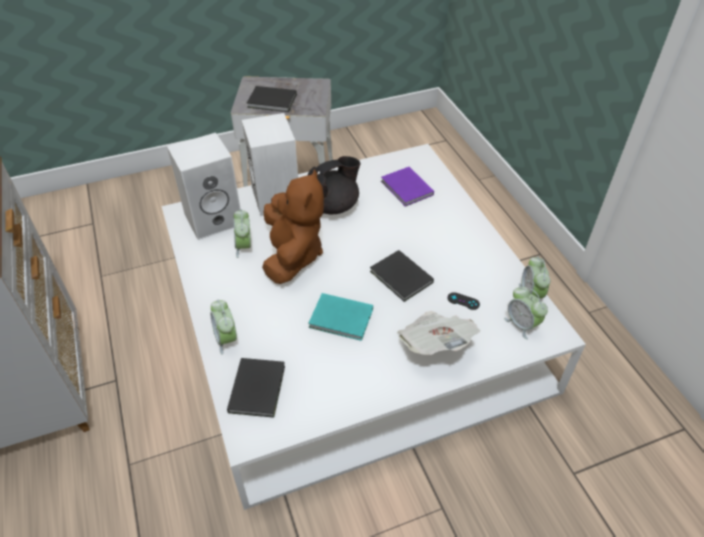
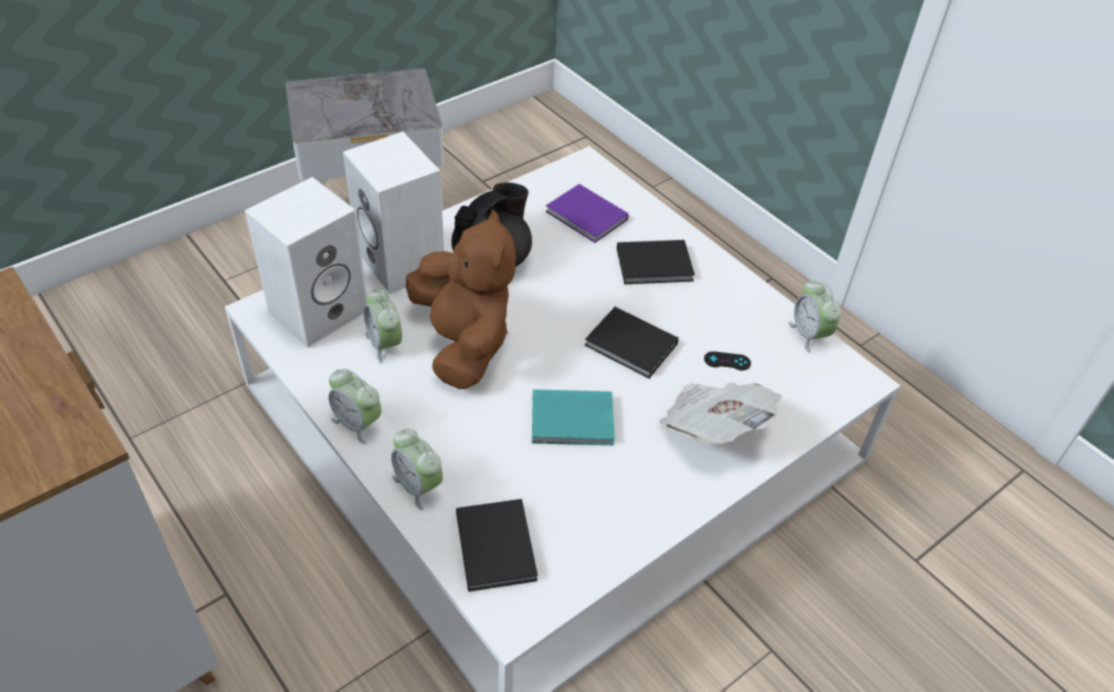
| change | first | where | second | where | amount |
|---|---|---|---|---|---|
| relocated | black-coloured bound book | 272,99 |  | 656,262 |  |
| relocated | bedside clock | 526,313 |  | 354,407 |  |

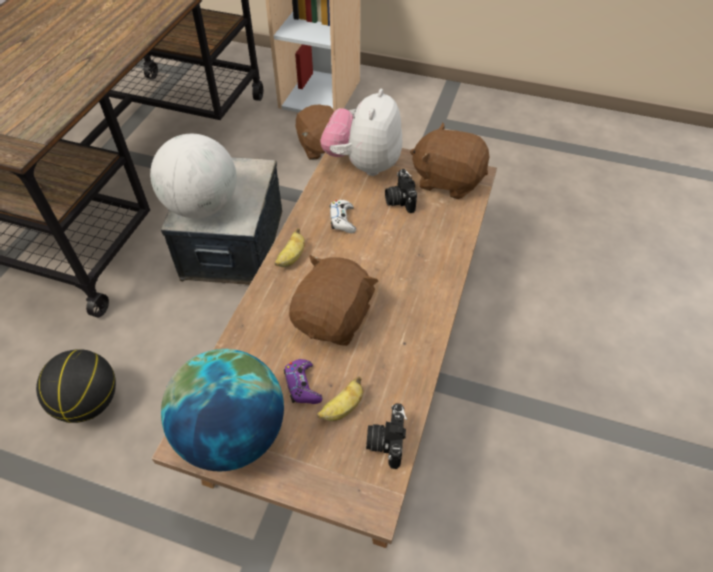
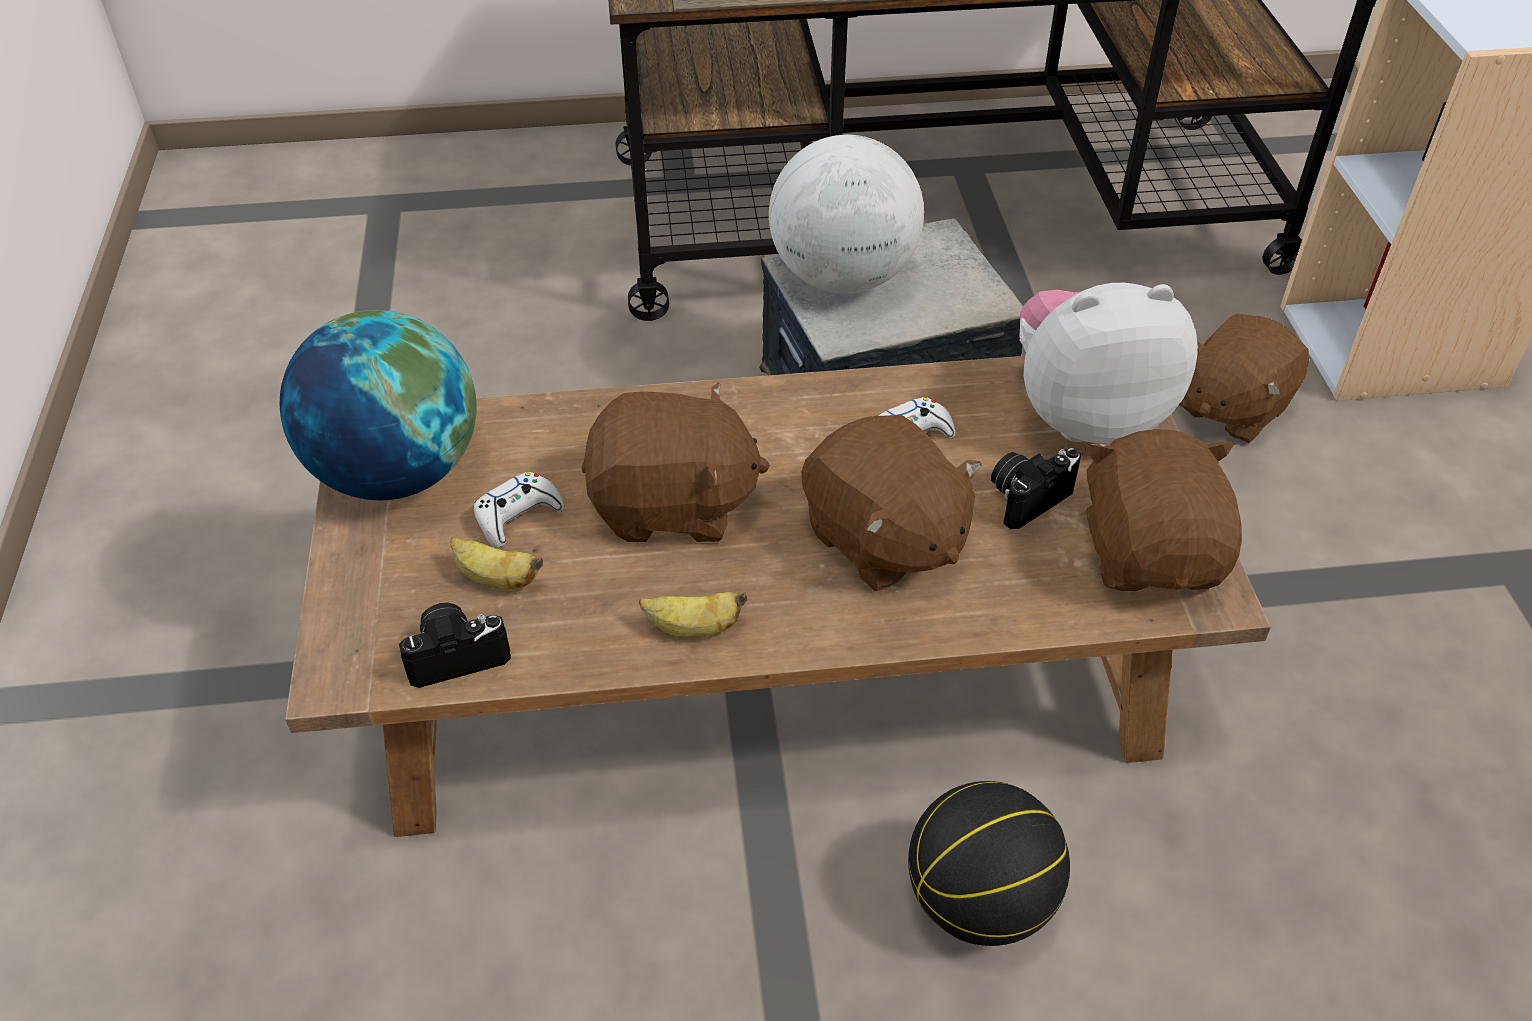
| change | first | where | second | where | amount |
|---|---|---|---|---|---|
| relocated | basketball ball | 76,386 |  | 989,863 |  |
| relocated | banana fruit | 289,247 |  | 693,614 |  |
| colour | purplish joypad | 303,381 | white-coloured joypad | 519,510 |  |
| appeared |  |  | brown-coloured cuddly toy | 891,503 |  |

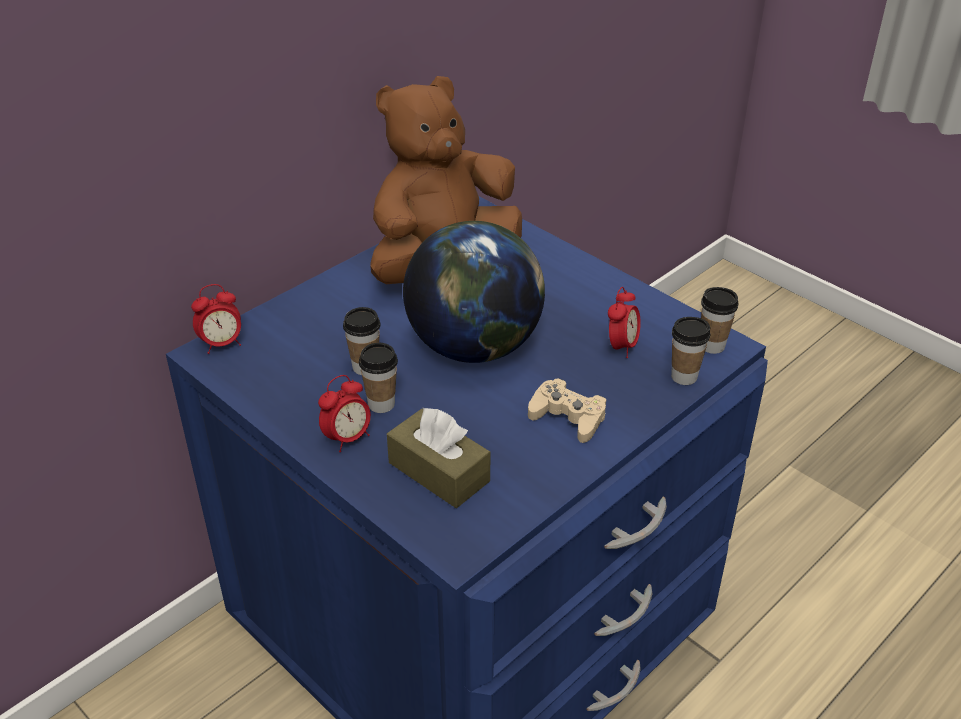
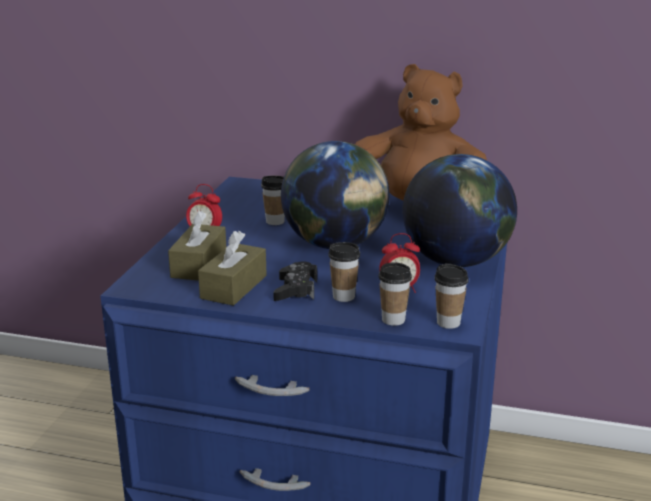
| change | first | where | second | where | amount |
|---|---|---|---|---|---|
| missing | bedside clock | 216,319 |  |  |  |
| relocated | cup | 378,378 |  | 344,272 |  |
| colour | beige joypad | 567,410 | black-coloured joypad | 295,281 |  |
| appeared |  |  | brown-coloured tissue box | 232,268 |  |
| appeared |  |  | globe | 459,210 |  |

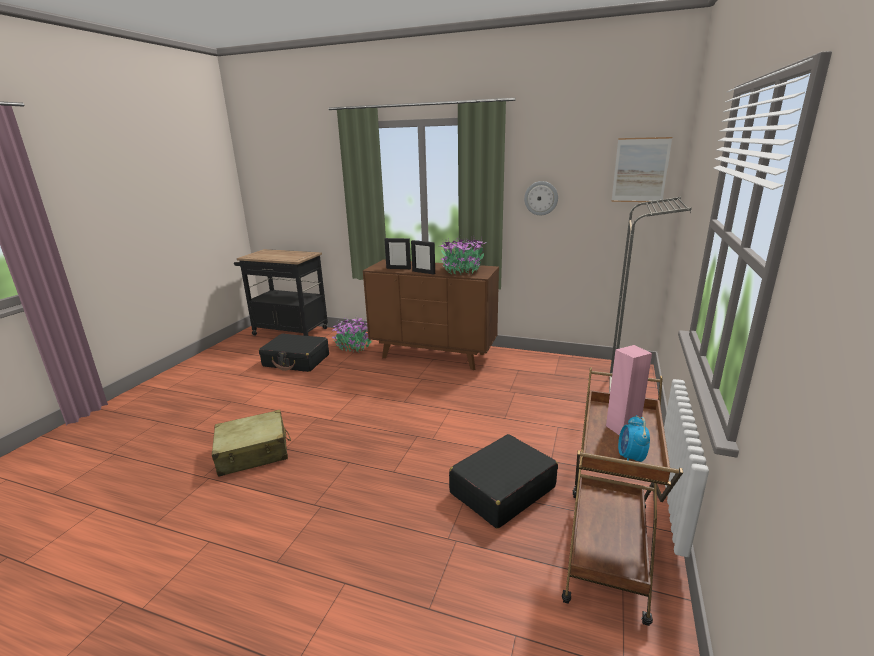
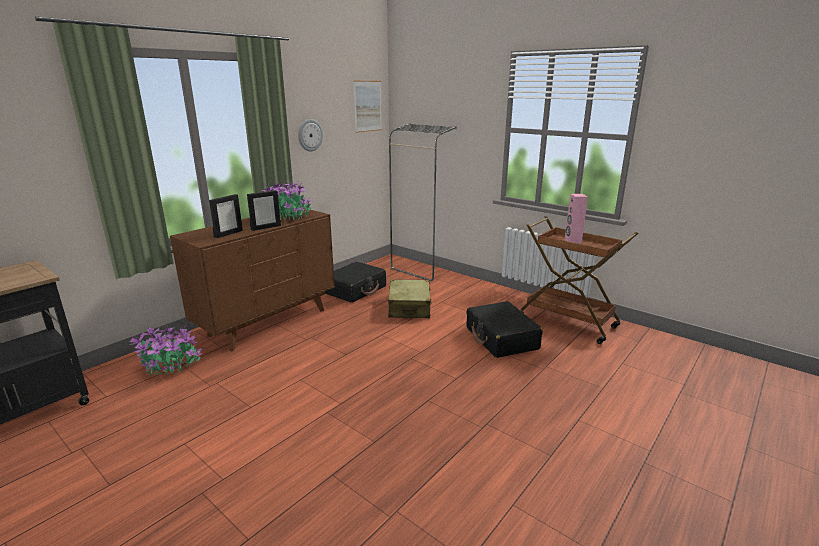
| change | first | where | second | where | amount |
|---|---|---|---|---|---|
| relocated | beige piece of luggage | 251,443 |  | 410,298 |  |
| relocated | black-coloured piece of luggage | 294,352 |  | 355,282 |  |
| missing | bedside clock | 634,438 |  |  |  |

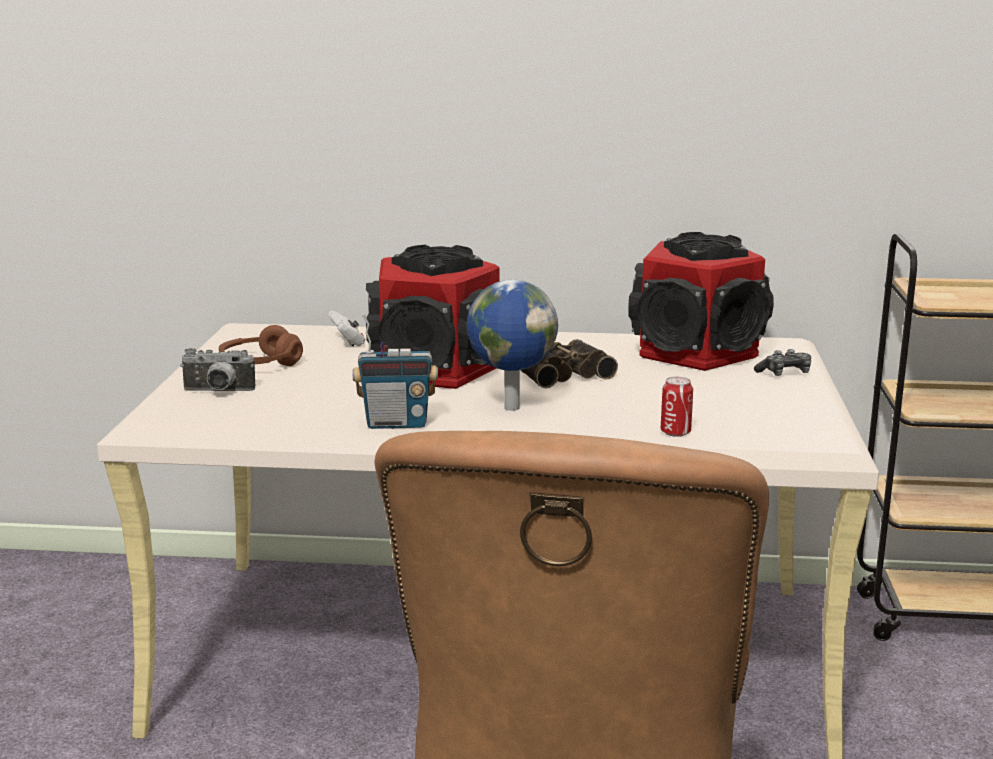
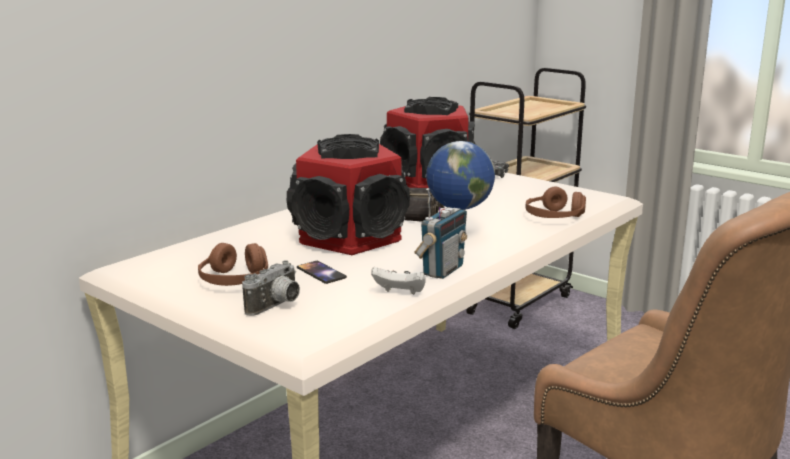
| change | first | where | second | where | amount |
|---|---|---|---|---|---|
| relocated | white-coloured joypad | 346,328 |  | 398,280 |  |
| exchanged | sealed can | 677,406 | brown-coloured headset | 556,202 |  |
| appeared |  |  | phone | 322,272 |  |

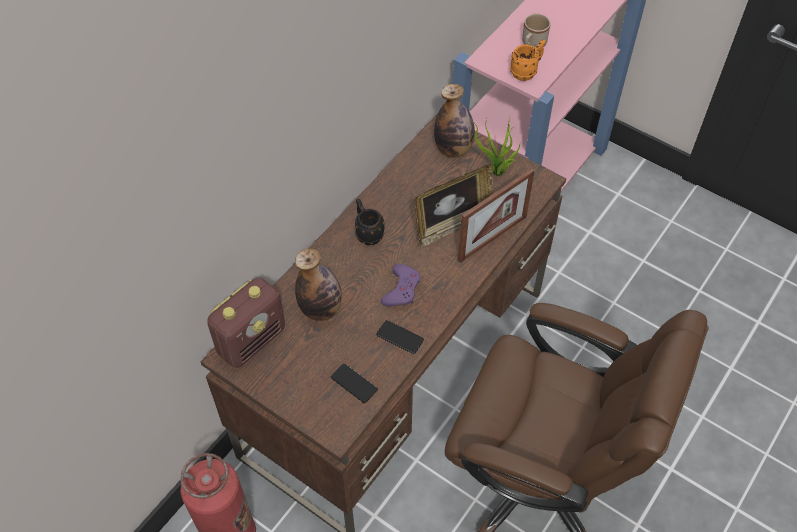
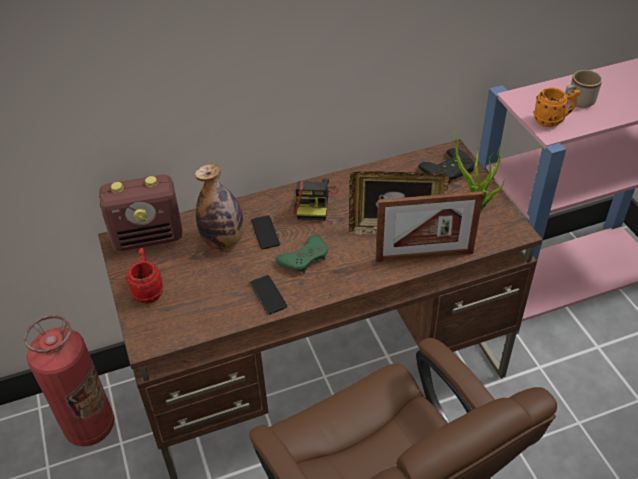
| change | first | where | second | where | amount |
|---|---|---|---|---|---|
| relocated | phone | 354,383 |  | 265,232 |  |
| exchanged | black-coloured mug | 370,222 | still camera | 316,199 |  |
| colour | purplish joypad | 400,285 | green-coloured joypad | 302,254 |  |
| exchanged | bottle | 454,120 | black-coloured joypad | 446,166 |  |
| appeared |  |  | reddish mug | 144,276 |  |

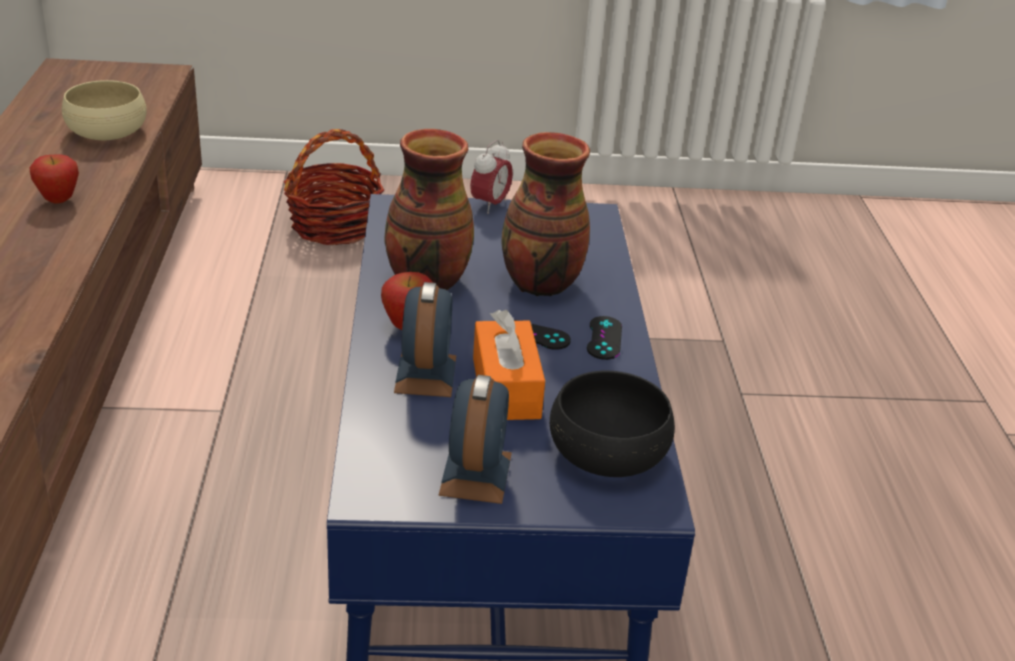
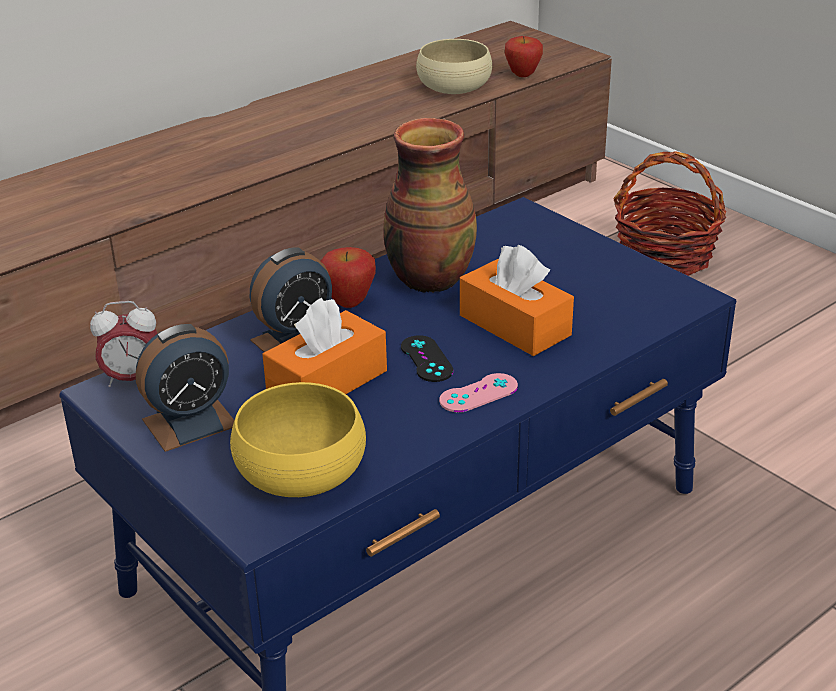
| change | first | where | second | where | amount |
|---|---|---|---|---|---|
| relocated | apple fruit | 54,179 |  | 524,56 |  |
| relocated | bedside clock | 491,177 |  | 123,344 |  |
| exchanged | flower vase | 545,214 | orange-coloured tissue box | 517,300 |  |
| colour | black-coloured bowl | 612,424 | yellowish bowl | 298,439 |  |
| colour | black-coloured joypad | 604,338 | pink joypad | 478,393 |  |

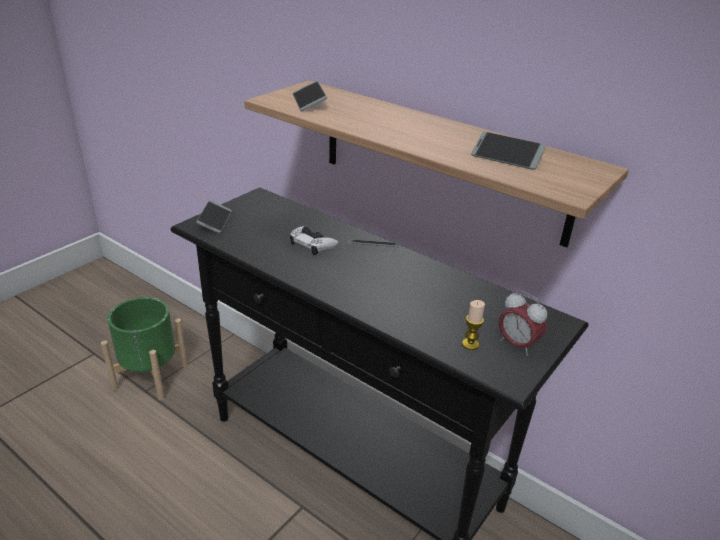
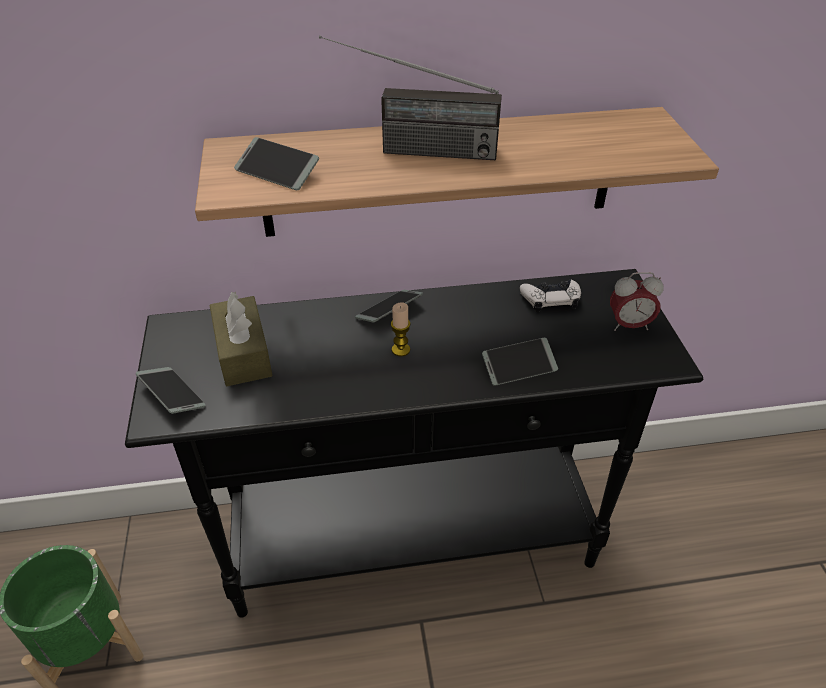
| change | first | where | second | where | amount |
|---|---|---|---|---|---|
| relocated | white-coloured joypad | 314,240 |  | 550,296 |  |
| relocated | wax candle | 473,325 |  | 401,329 |  |
| relocated | phone | 508,151 |  | 520,362 |  |
| appeared |  |  | brown-coloured tissue box | 241,339 |  |
| appeared |  |  | radio | 410,97 |  |

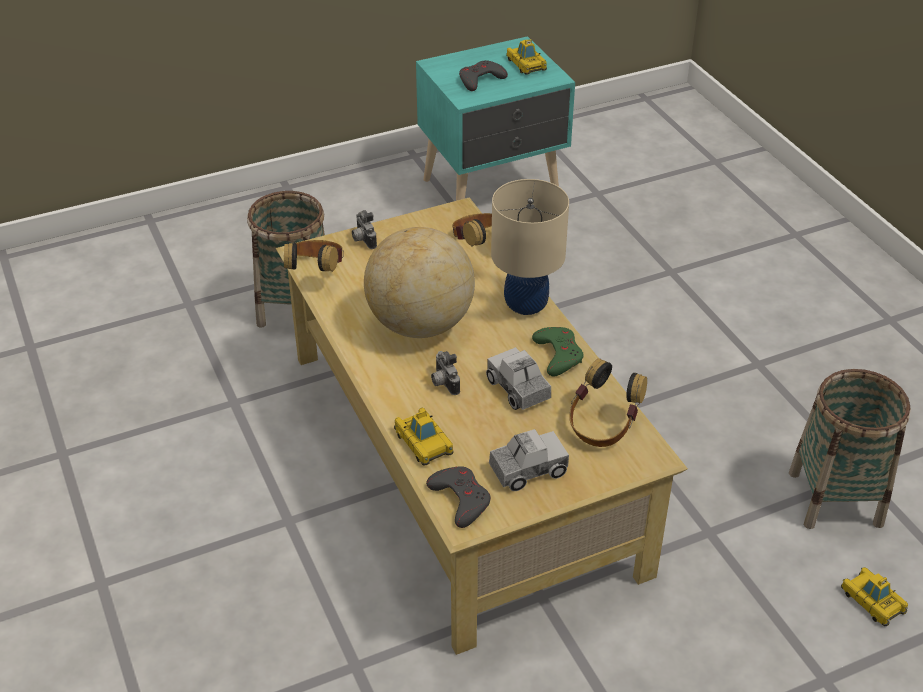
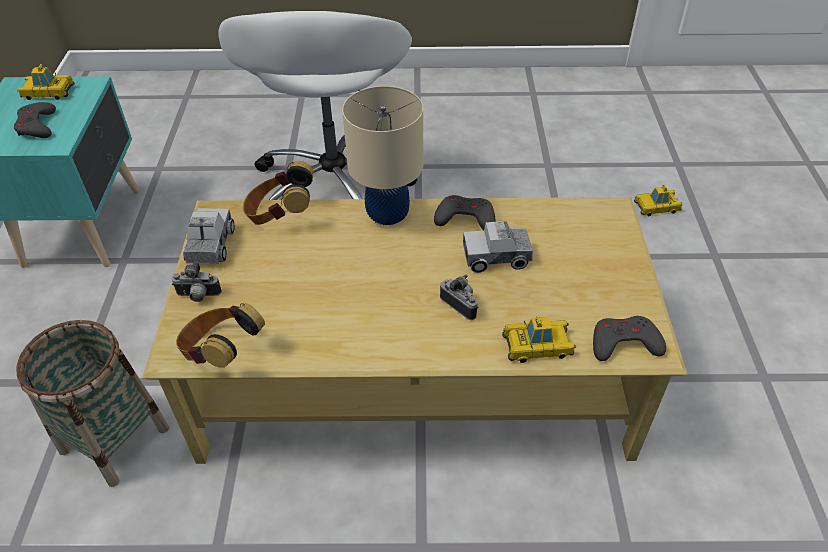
| change | first | where | second | where | amount |
|---|---|---|---|---|---|
| missing | globe | 419,282 |  |  |  |
| spun | still camera | 445,373 |  | 459,297 | 135 degrees counterclockwise |
| relocated | toy lorry | 529,460 |  | 209,236 |  |
| colour | green-coloured joypad | 557,352 | gray joypad | 464,212 |  |
| missing | headset | 608,402 |  |  |  |
| missing | household basket | 850,449 |  |  |  |
| appeared |  |  | white-coloured office chair | 317,105 |  |

